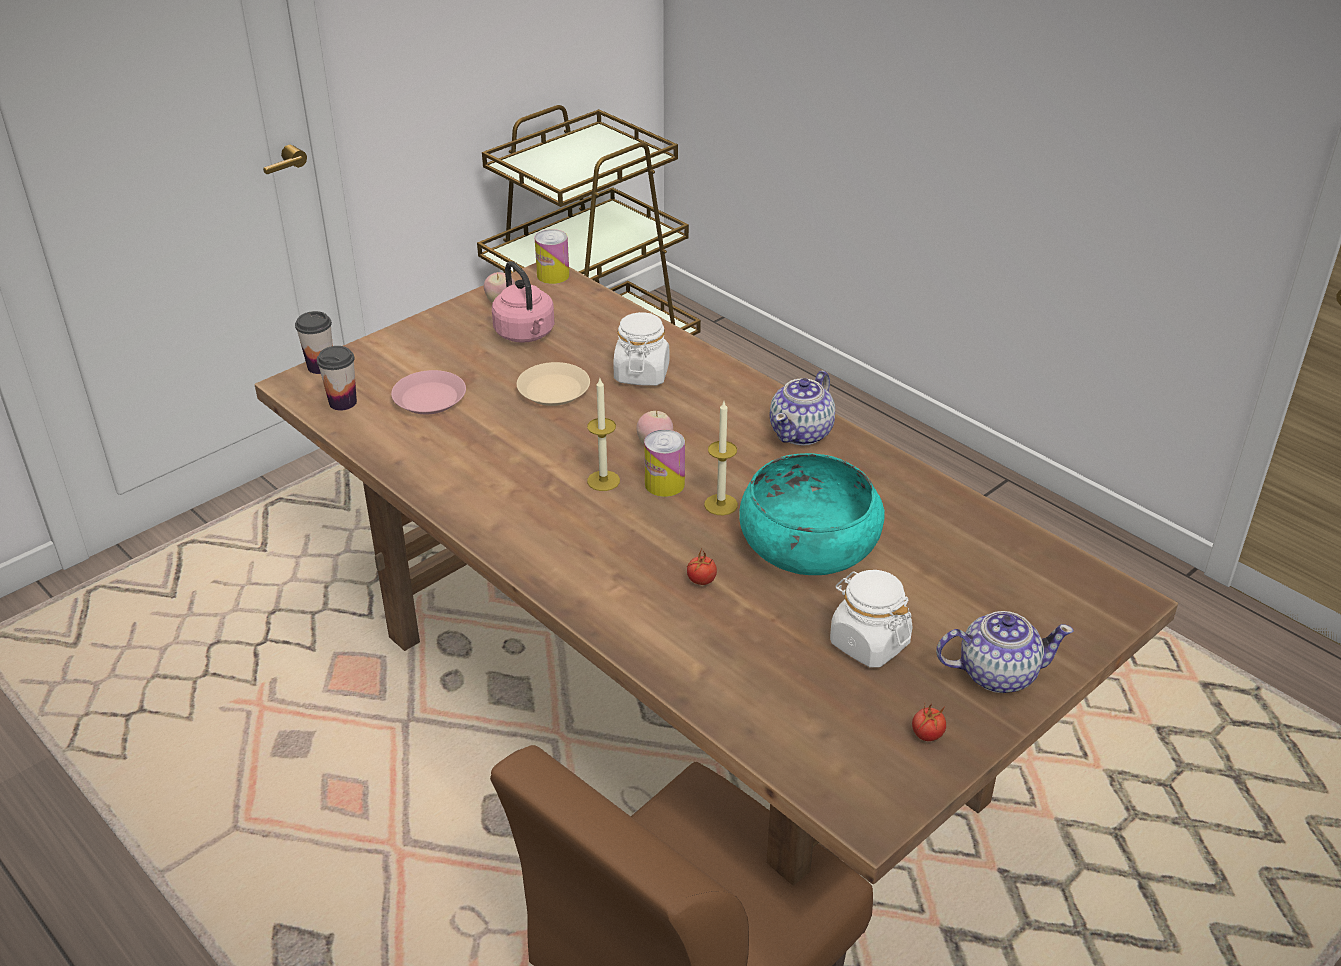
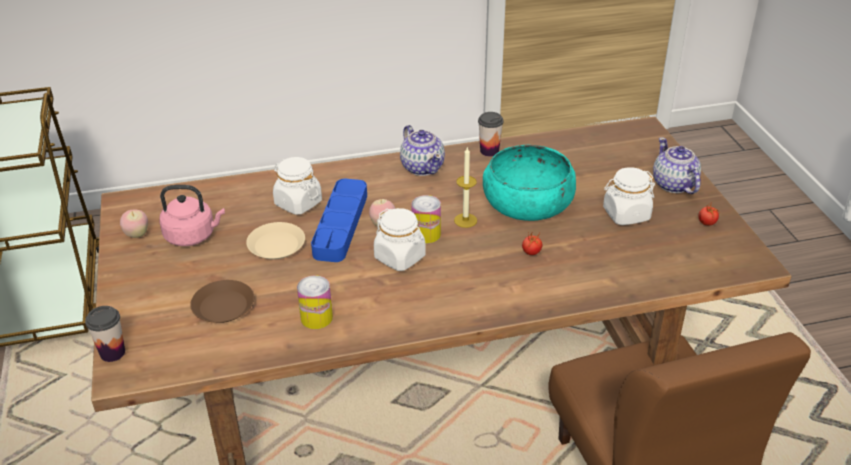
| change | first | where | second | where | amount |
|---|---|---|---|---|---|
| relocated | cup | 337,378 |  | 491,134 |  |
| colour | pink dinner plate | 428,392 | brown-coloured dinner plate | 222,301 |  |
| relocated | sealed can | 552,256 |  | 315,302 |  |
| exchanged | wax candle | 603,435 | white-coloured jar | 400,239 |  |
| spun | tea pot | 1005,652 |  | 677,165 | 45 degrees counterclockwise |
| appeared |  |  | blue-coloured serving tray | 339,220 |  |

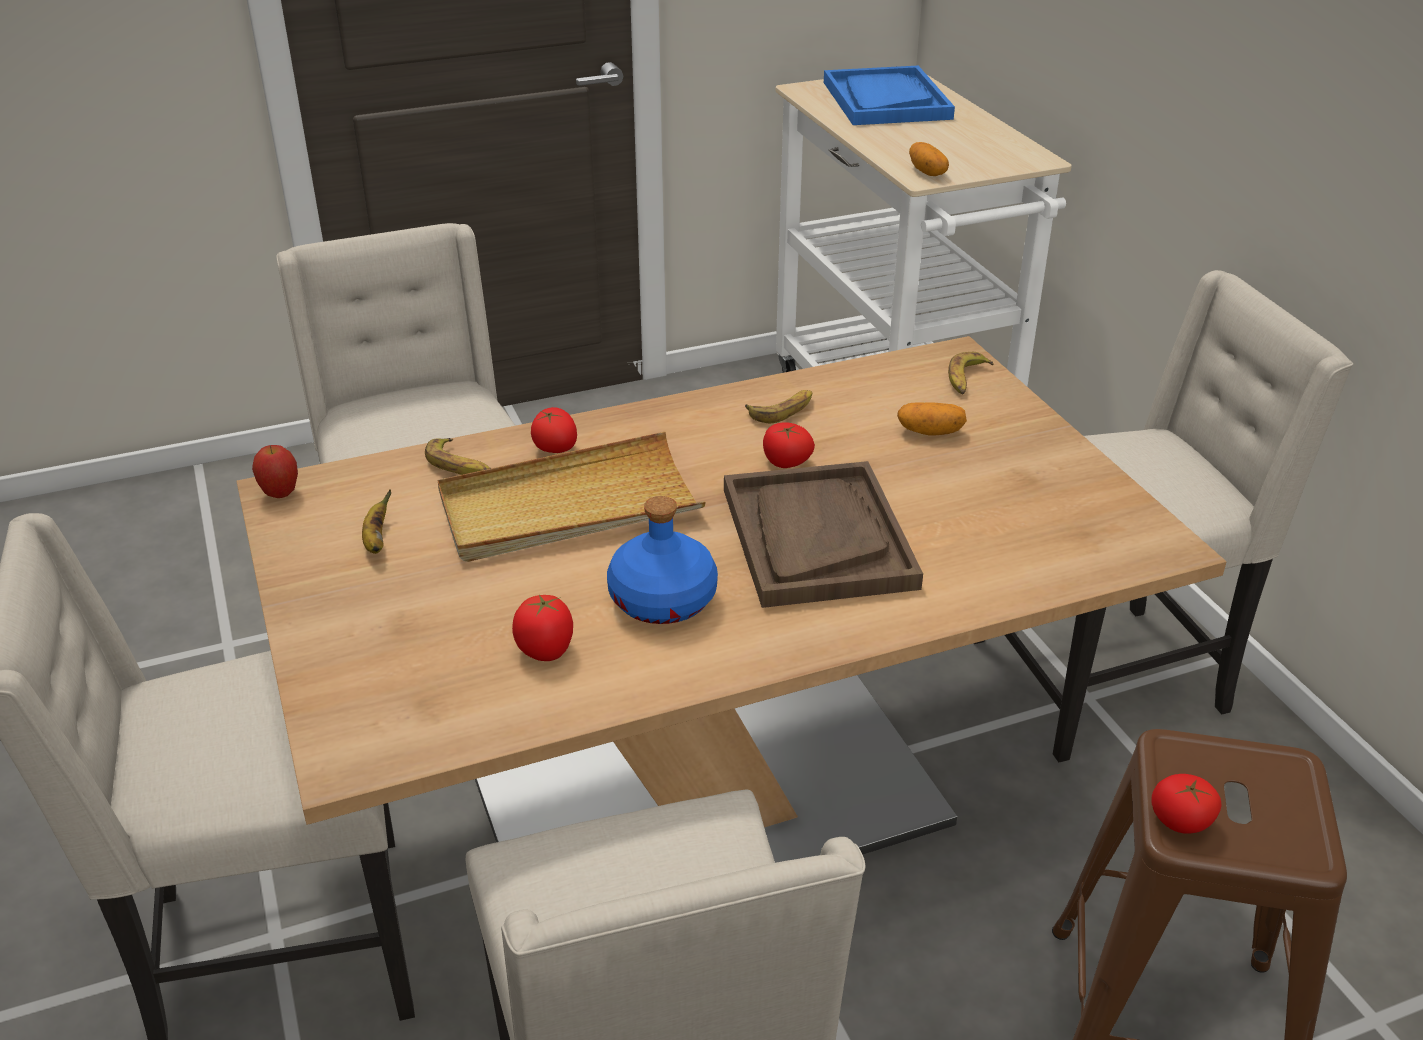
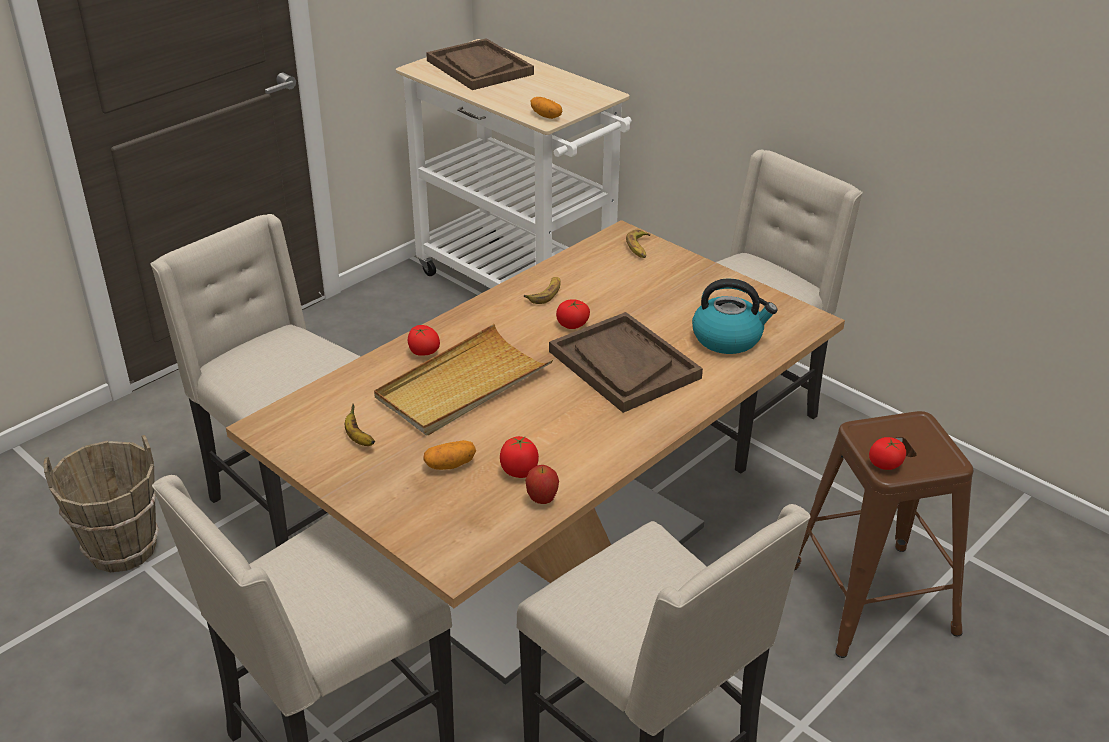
| change | first | where | second | where | amount |
|---|---|---|---|---|---|
| relocated | apple fruit | 275,471 |  | 542,484 |  |
| missing | banana fruit | 458,456 |  |  |  |
| missing | blue-coloured bottle | 662,560 |  |  |  |
| colour | blue-coloured serving tray | 889,95 | brown-coloured serving tray | 480,64 |  |
| relocated | spud | 932,418 |  | 449,455 |  |
| appeared |  |  | brown-coloured pail | 101,503 |  |
| appeared |  |  | tea kettle | 734,316 |  |

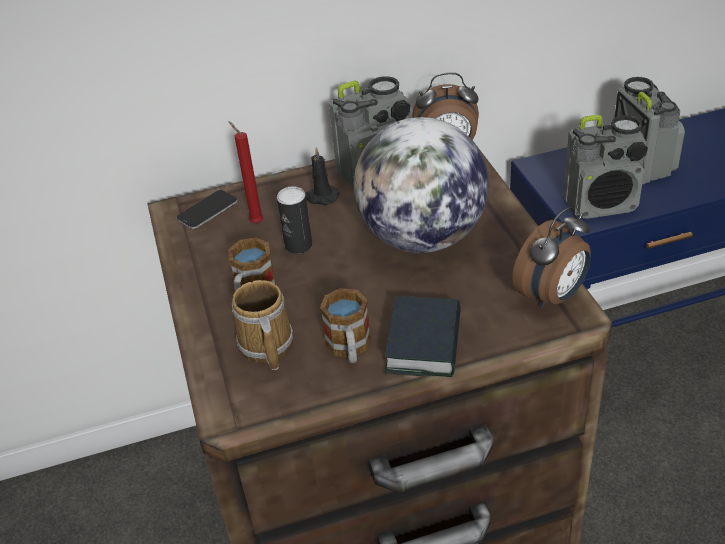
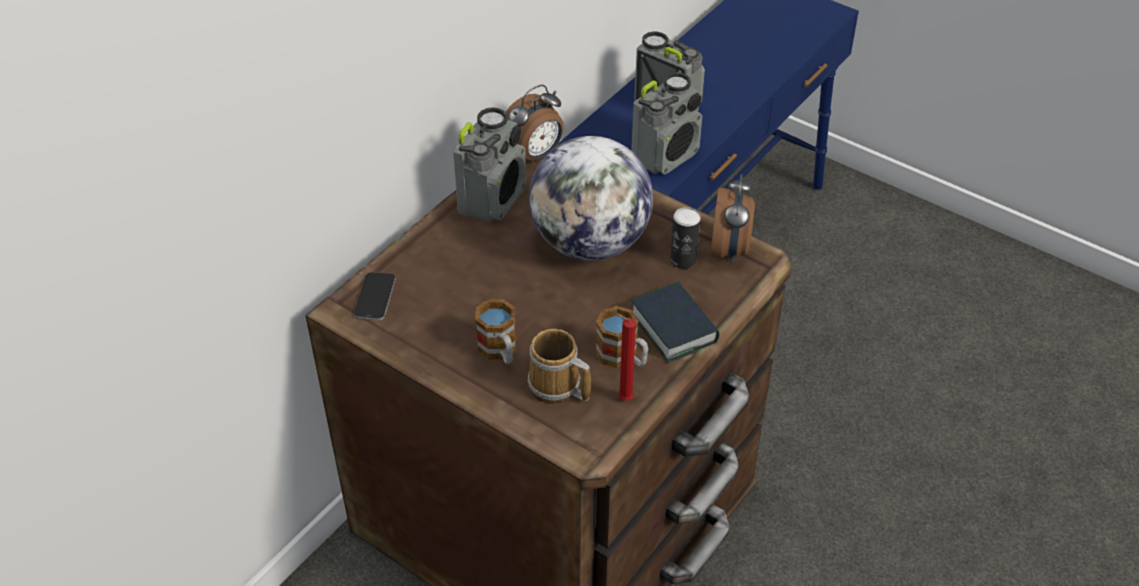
| change | first | where | second | where | amount |
|---|---|---|---|---|---|
| relocated | reddish wax candle | 246,172 |  | 626,357 |  |
| relocated | sealed can | 294,220 |  | 685,238 |  |
| missing | black-coloured wax candle | 322,176 |  |  |  |

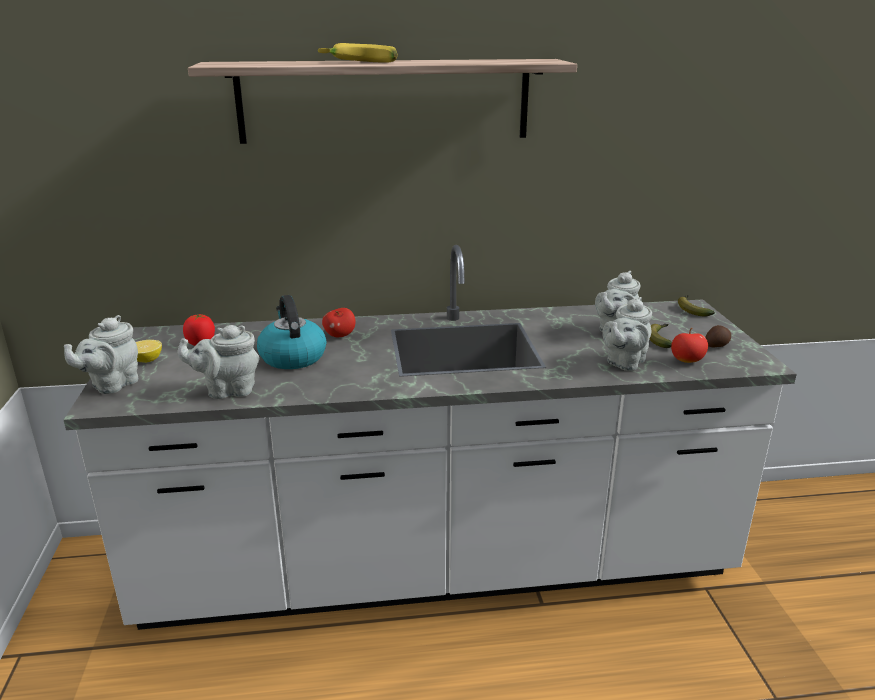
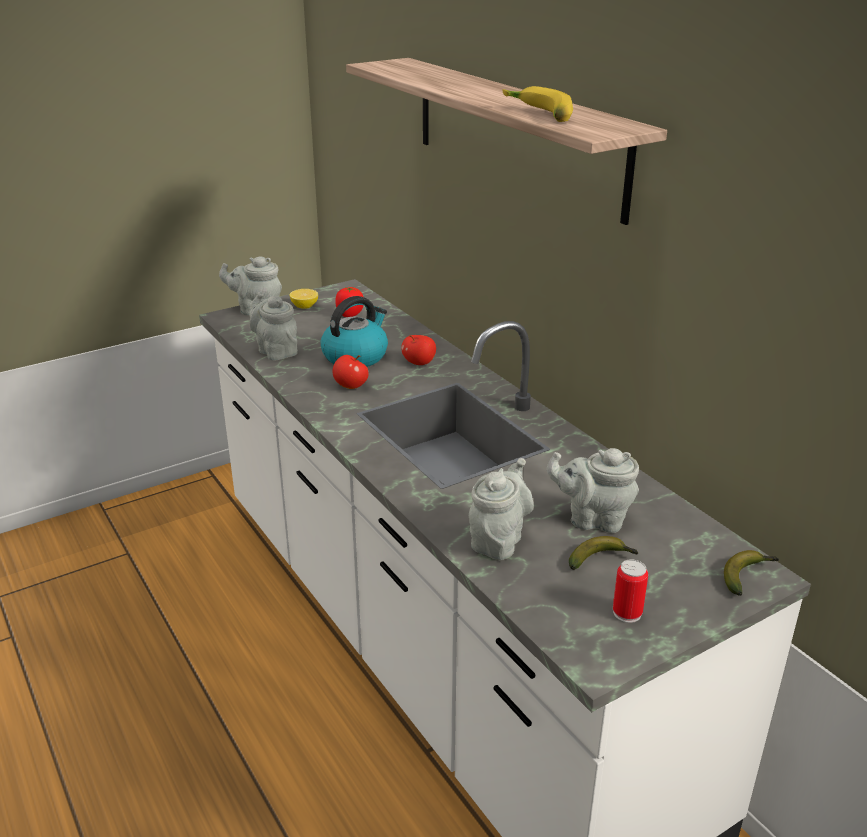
| change | first | where | second | where | amount |
|---|---|---|---|---|---|
| relocated | banana fruit | 357,53 |  | 537,104 |  |
| spun | gray tea pot | 627,334 |  | 501,509 | 105 degrees clockwise |
| relocated | apple fruit | 689,345 |  | 350,372 |  |
| exchanged | spud | 718,336 | sealed can | 630,591 |  |

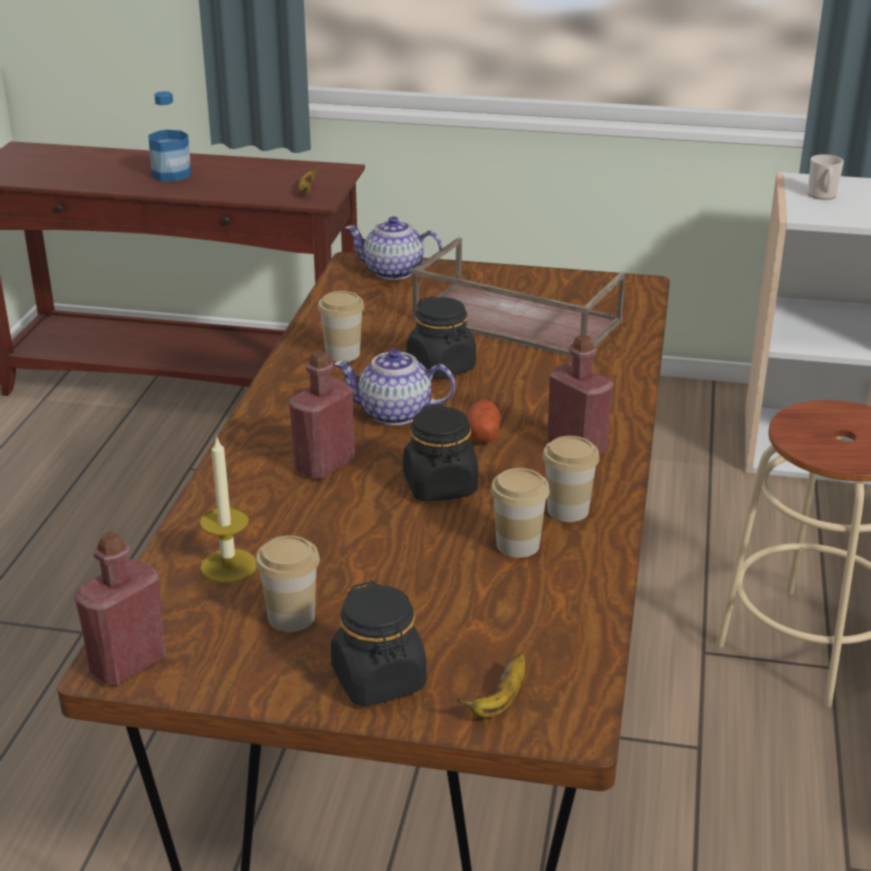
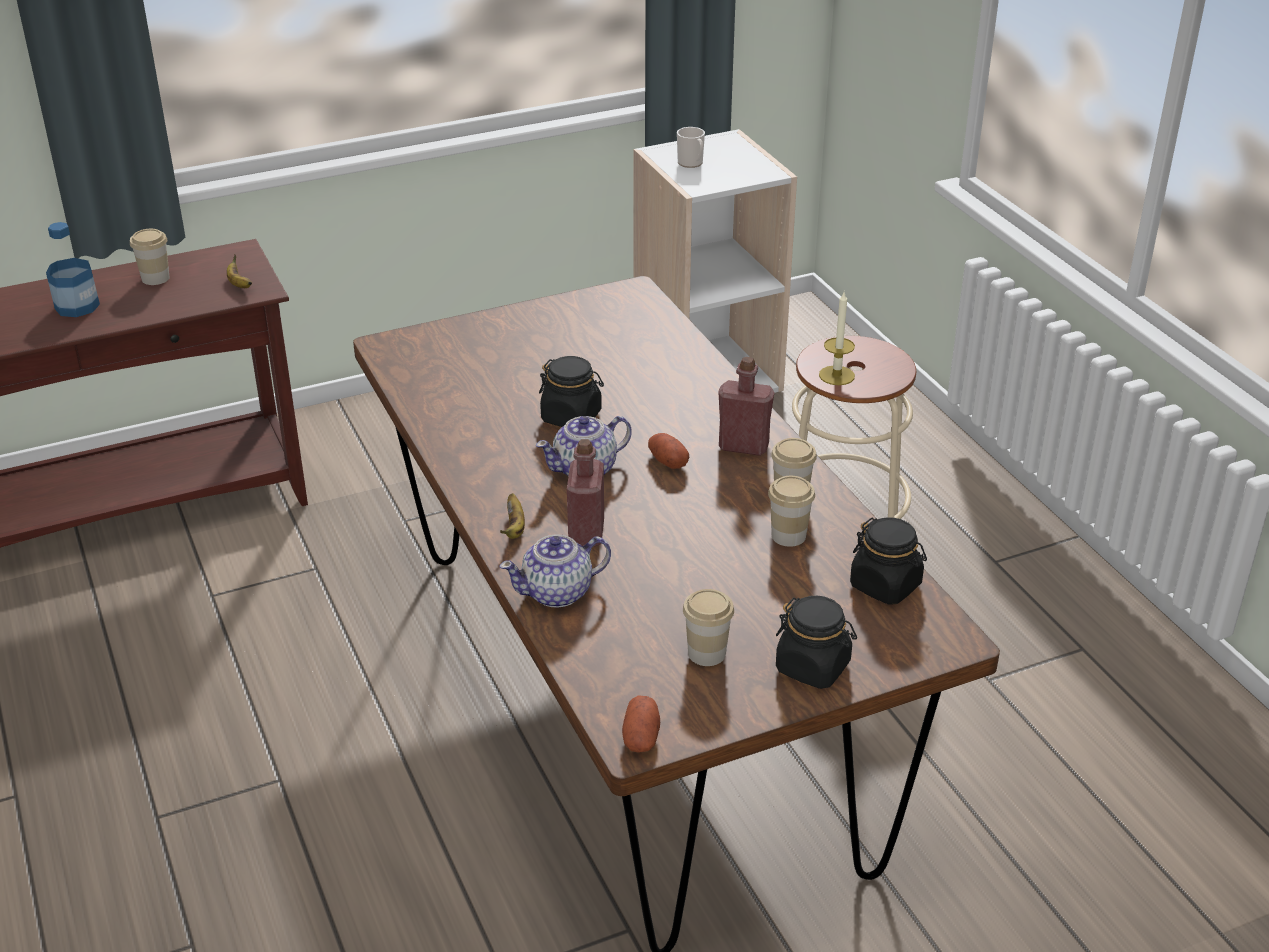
| change | first | where | second | where | amount |
|---|---|---|---|---|---|
| exchanged | reddish bottle | 120,608 | spud | 641,724 |  |
| relocated | wax candle | 228,509 |  | 837,338 |  |
| relocated | cup | 341,326 |  | 150,257 |  |
| relocated | tea pot | 394,248 |  | 555,571 |  |
| relocated | black-coloured jar | 440,452 |  | 888,561 |  |
| missing | brown-coloured serving tray | 518,297 |  |  |  |
| relocated | banana fruit | 491,685 |  | 512,516 |  |

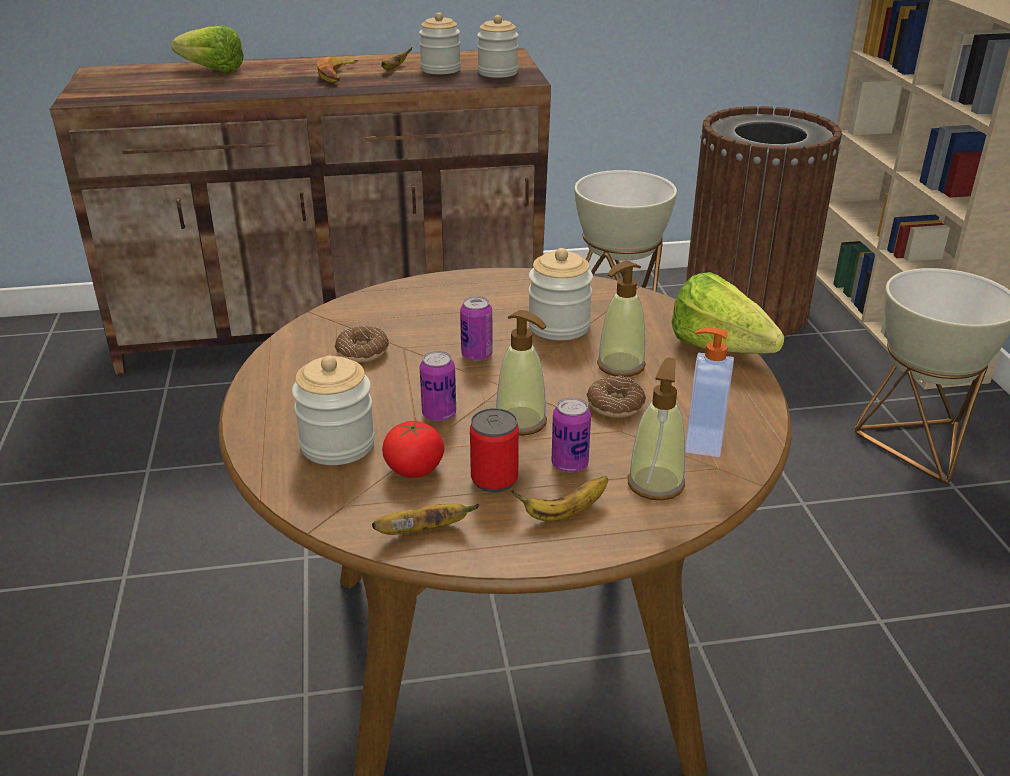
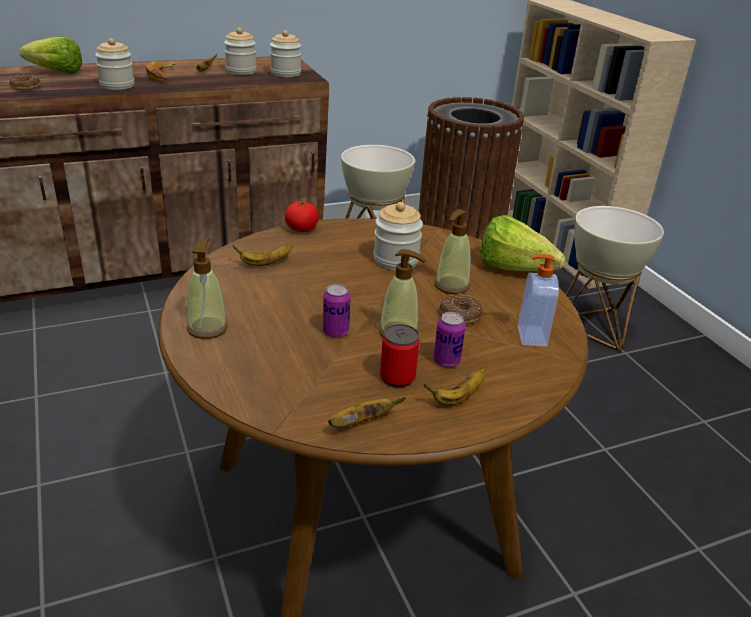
| change | first | where | second | where | amount |
|---|---|---|---|---|---|
| relocated | jar | 333,410 |  | 115,64 |  |
| relocated | ring doughnut | 362,344 |  | 24,83 |  |
| relocated | whole tomato | 413,448 |  | 302,216 |  |
| missing | sealed can | 476,328 |  |  |  |
| relocated | soap dispenser | 656,429 |  | 207,288 |  |
| appeared |  |  | banana fruit | 263,255 |  |

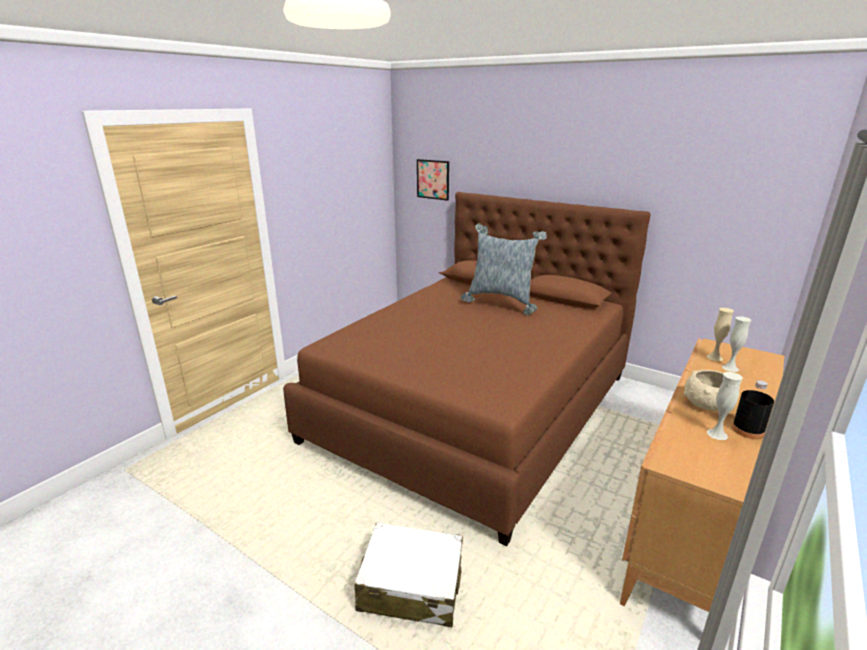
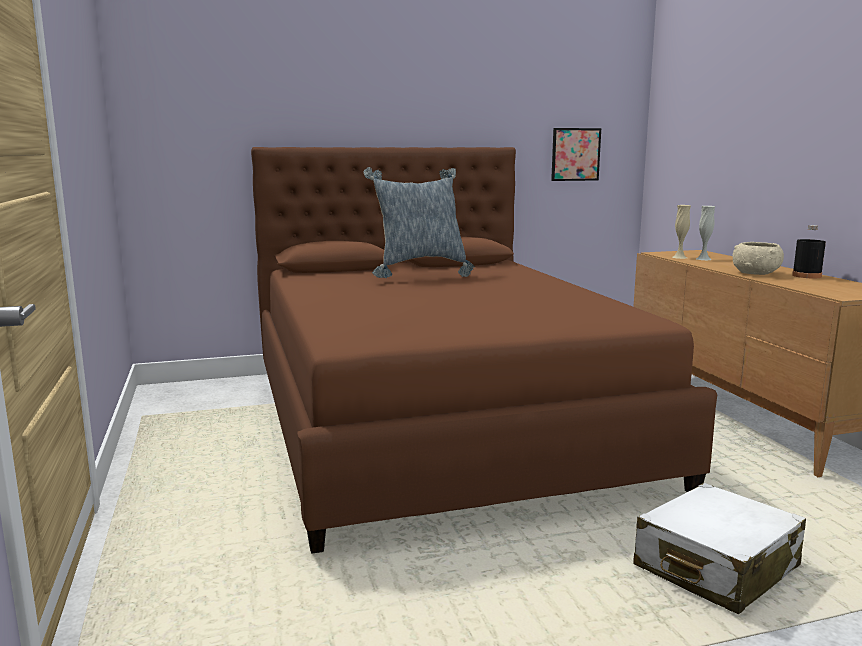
| change | first | where | second | where | amount |
|---|---|---|---|---|---|
| relocated | wall picture | 433,180 |  | 576,154 |  |
| missing | white-coloured flower vase | 725,406 |  |  |  |

